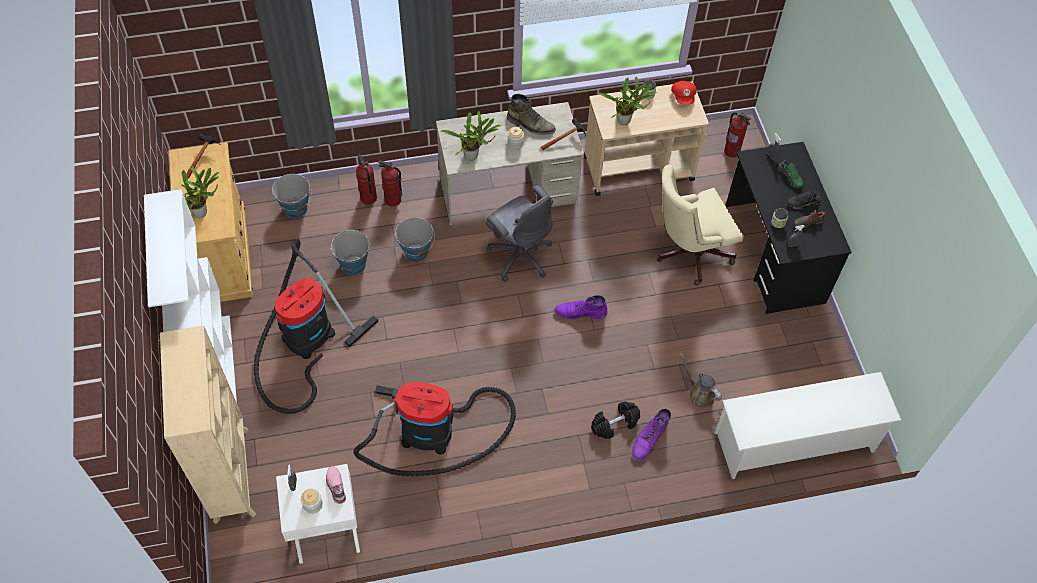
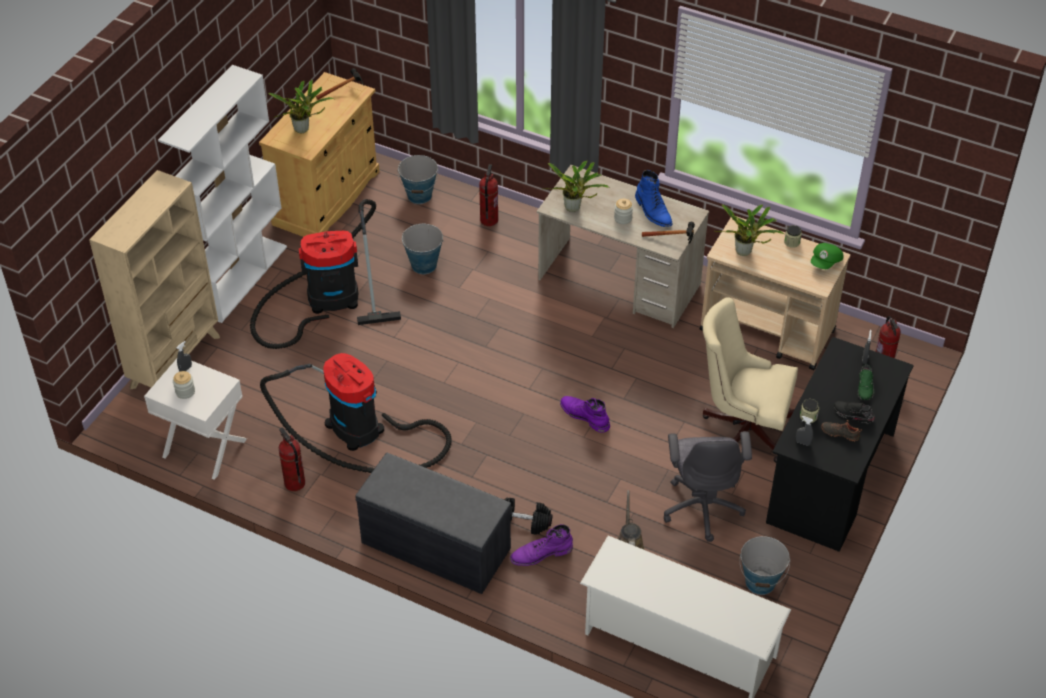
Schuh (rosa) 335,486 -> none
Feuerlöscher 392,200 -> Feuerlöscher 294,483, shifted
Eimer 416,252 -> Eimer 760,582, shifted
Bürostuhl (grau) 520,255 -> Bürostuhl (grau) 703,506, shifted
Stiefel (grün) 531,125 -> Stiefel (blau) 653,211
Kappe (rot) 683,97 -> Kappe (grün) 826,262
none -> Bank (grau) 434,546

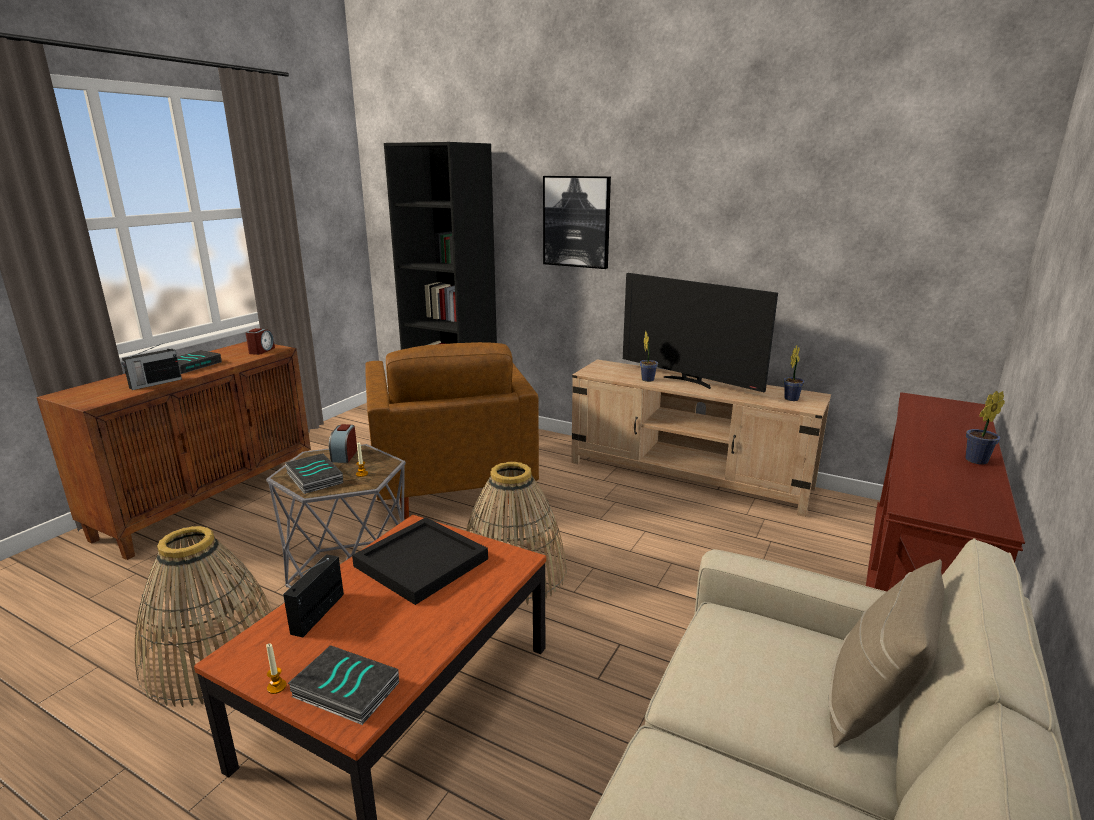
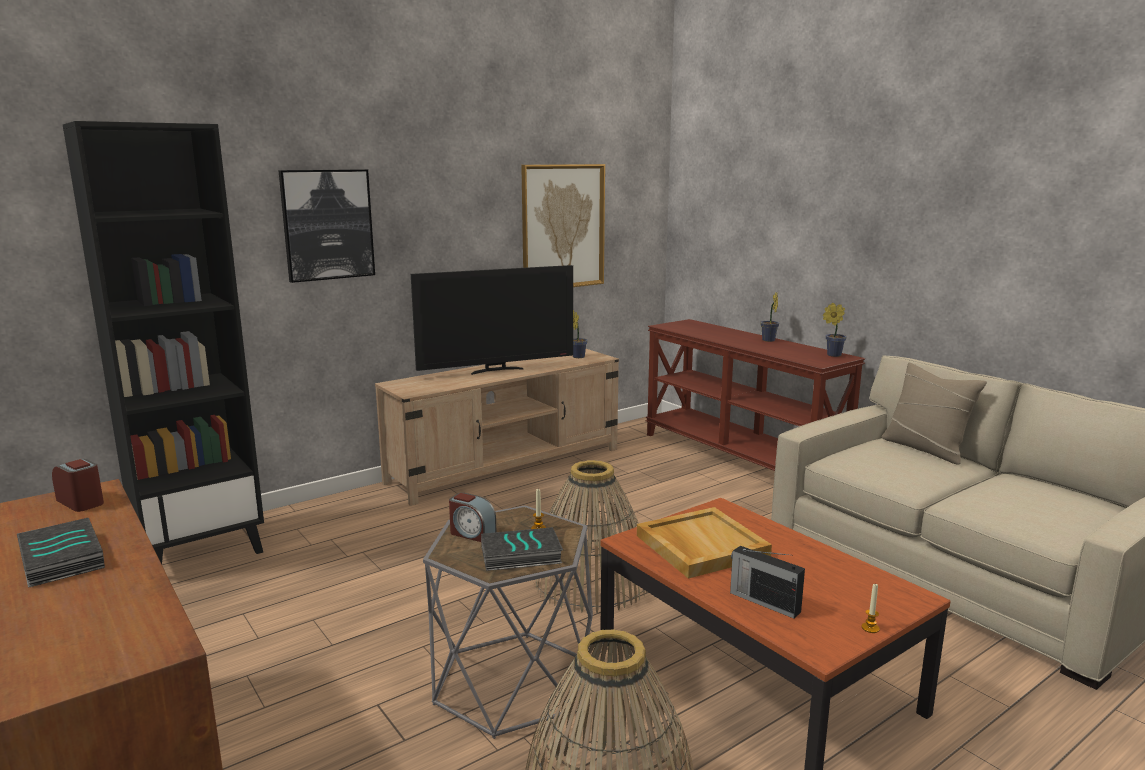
Radio 154,383 -> none
Buch 344,690 -> none
Tablett (schwarz) 421,562 -> Tablett (beige) 700,546
Sessel (braun) 450,482 -> none
Topfpflanze 647,379 -> Topfpflanze 832,355, shifted
none -> Bild 563,227

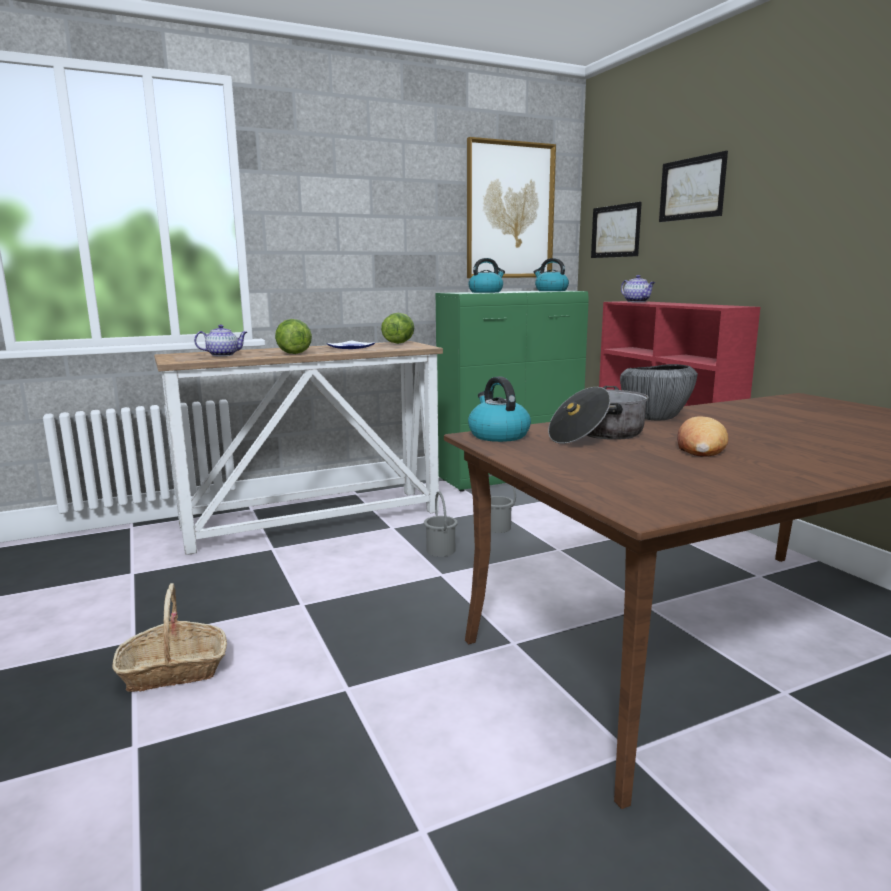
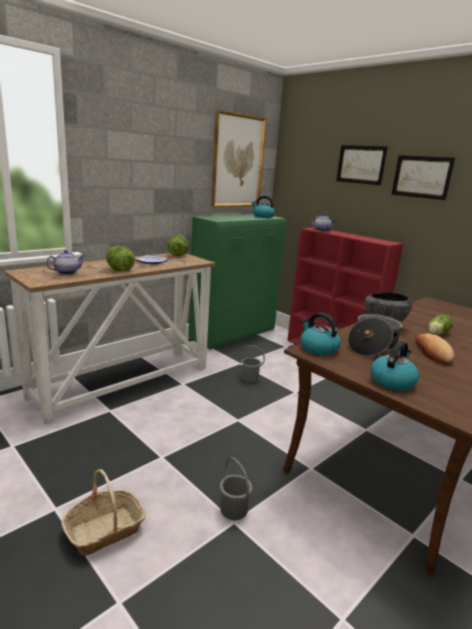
Eimer (grau) 440,551 -> Eimer (grau) 233,509, shifted
Wasserkessel 486,292 -> Wasserkessel 392,381, shifted
Bild 615,231 -> Bild 421,177, shifted
none -> Salatkopf 436,334

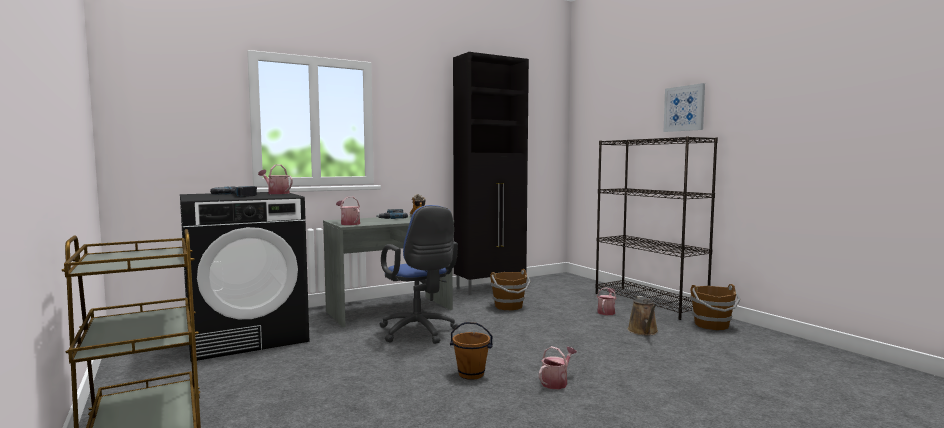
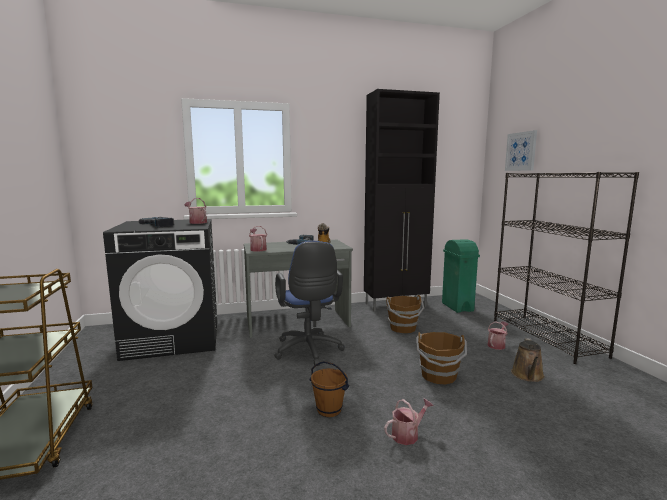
Bild 684,108 -> Bild 521,151, shifted
Eimer (braun) 712,325 -> Eimer (braun) 439,376, shifted
none -> Mülleimer (grün) 457,307

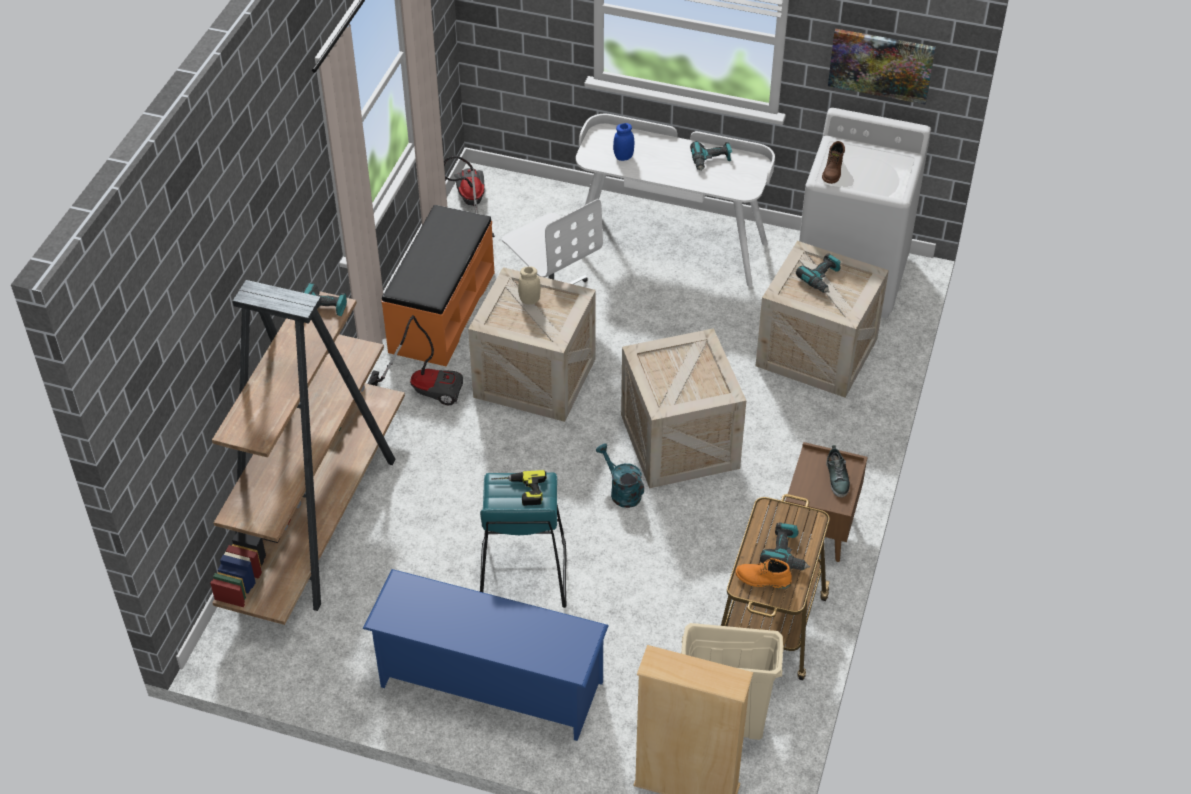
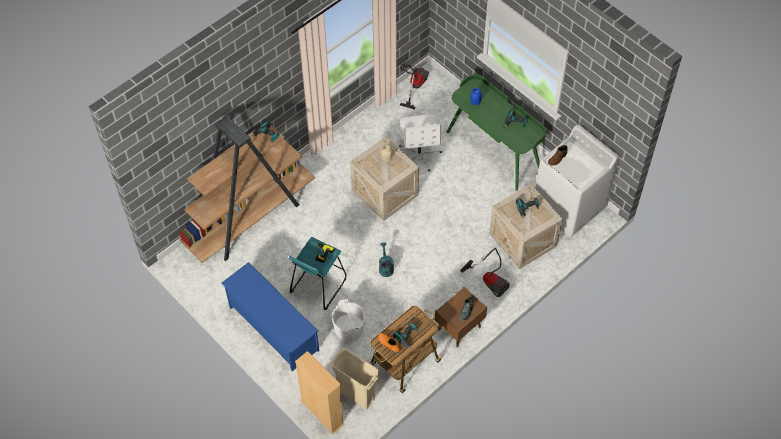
Staubsauger 424,388 -> Staubsauger 489,280, shifted
Bank (orange) 441,311 -> none
Schreibtisch (weiß) 670,244 -> Schreibtisch (grün) 494,150
Kiste 681,442 -> none
Bild 881,65 -> none
none -> Eimer (weiß) 349,329

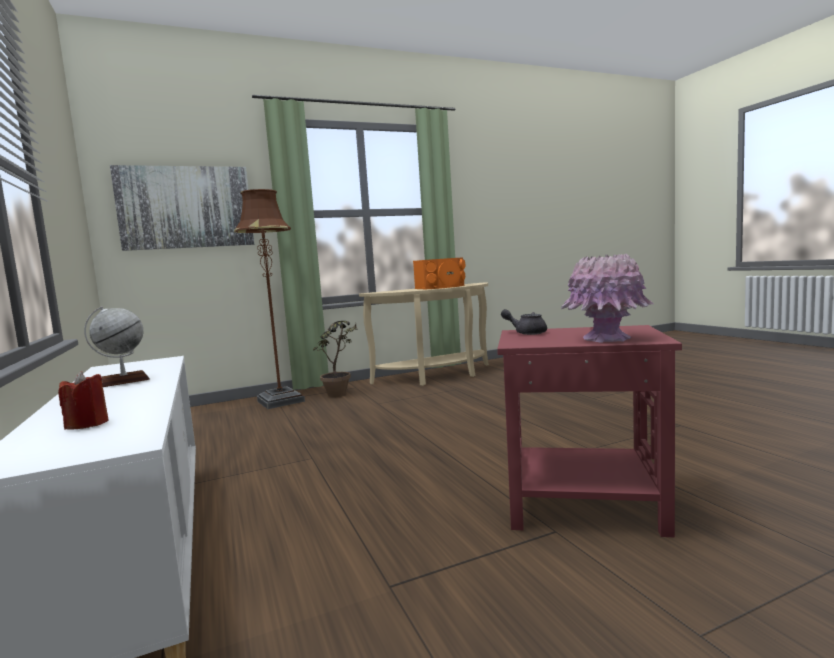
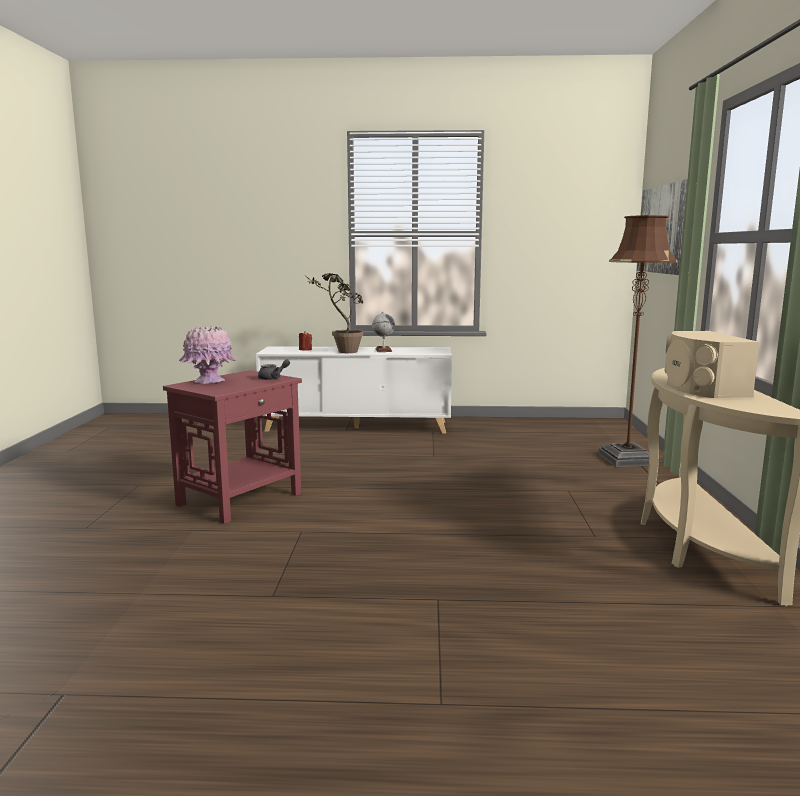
Topfpflanze 341,395 -> Topfpflanze 341,352, shifted
Lautsprecher (orange) 442,287 -> Lautsprecher (beige) 701,388

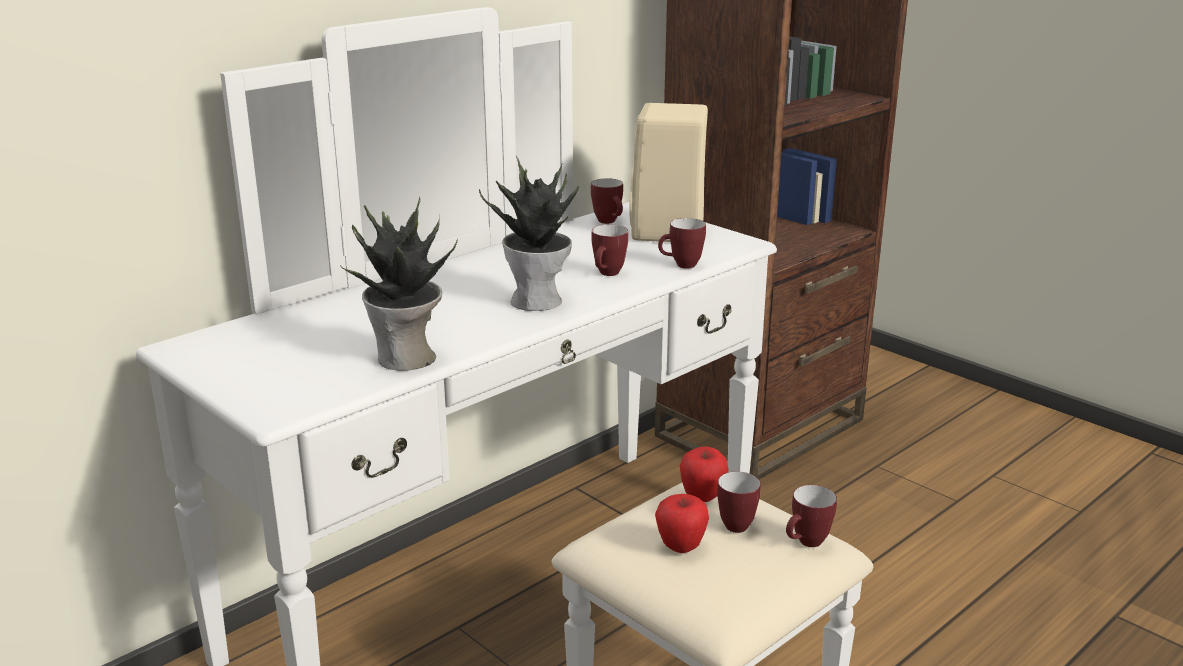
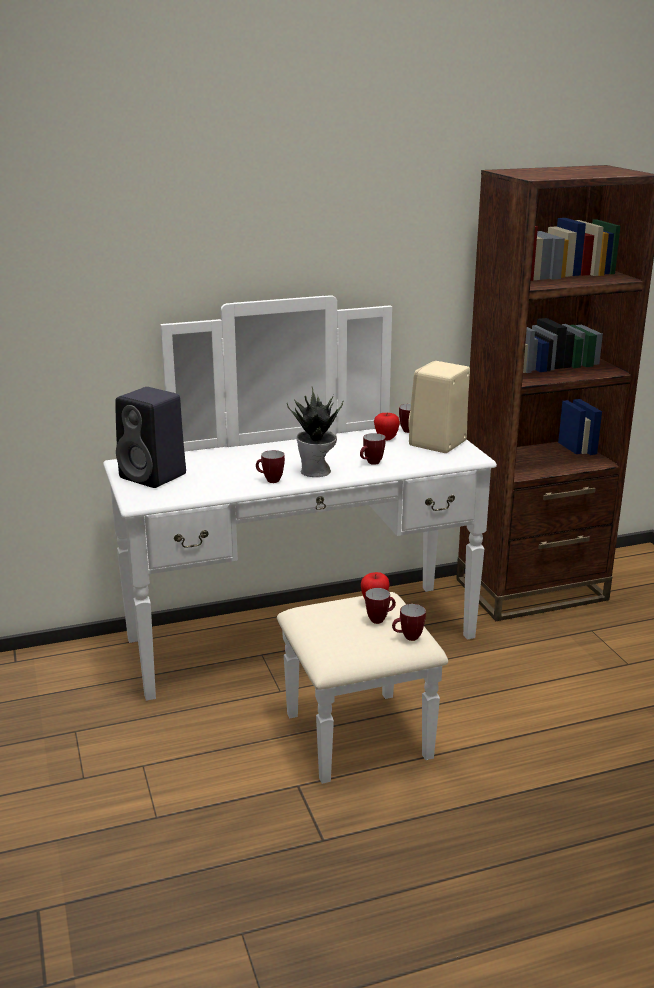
Topfpflanze 406,359 -> none
Apfel 681,547 -> Apfel 386,438, shifted
Henkelbecher 681,266 -> Henkelbecher 270,480, shifted
none -> Lautsprecher (schwarz) 155,476

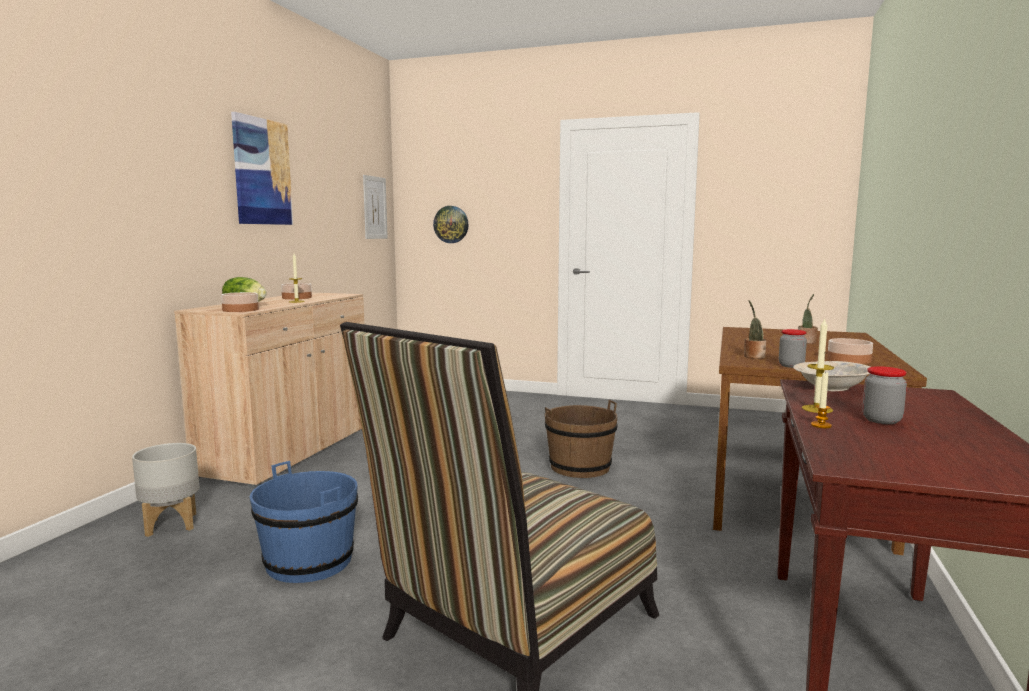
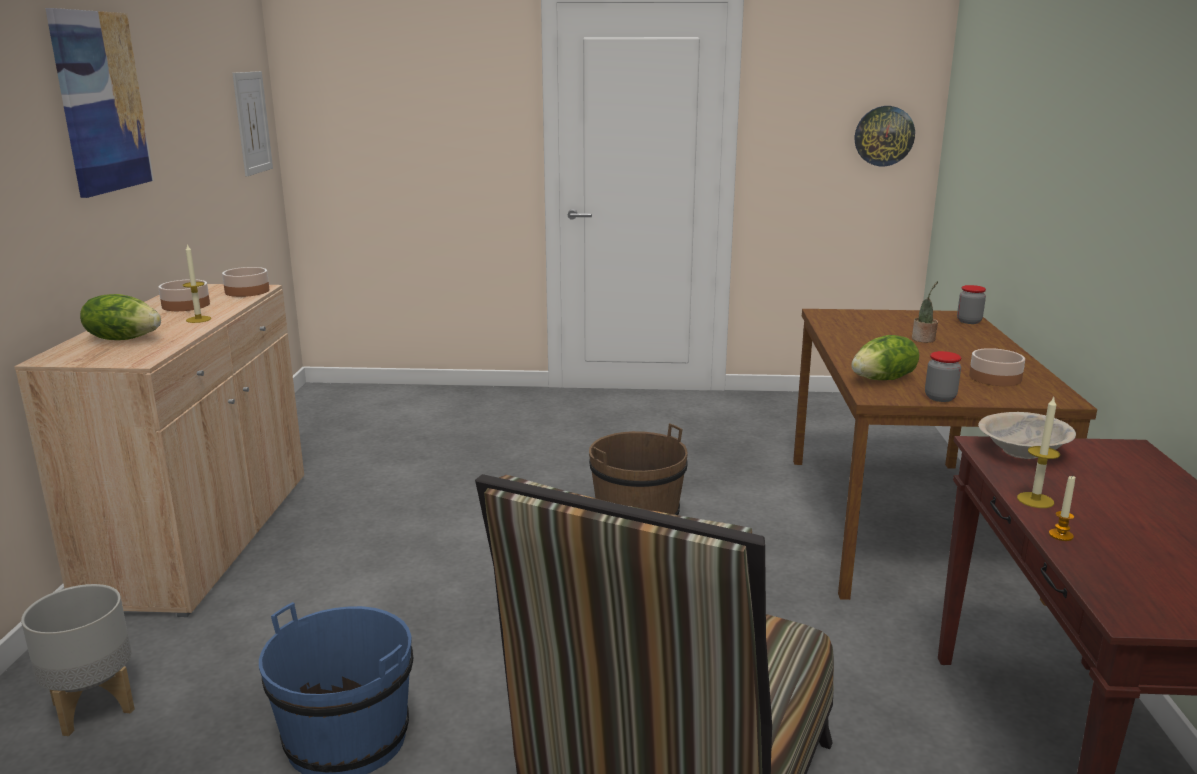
Schüssel 240,310 -> Schüssel 247,291, shifted
Wanduhr 451,224 -> Wanduhr 884,136, shifted
Topfpflanze 753,356 -> Salatkopf 884,379
Vorratsglas 881,420 -> Vorratsglas 969,321, shifted

